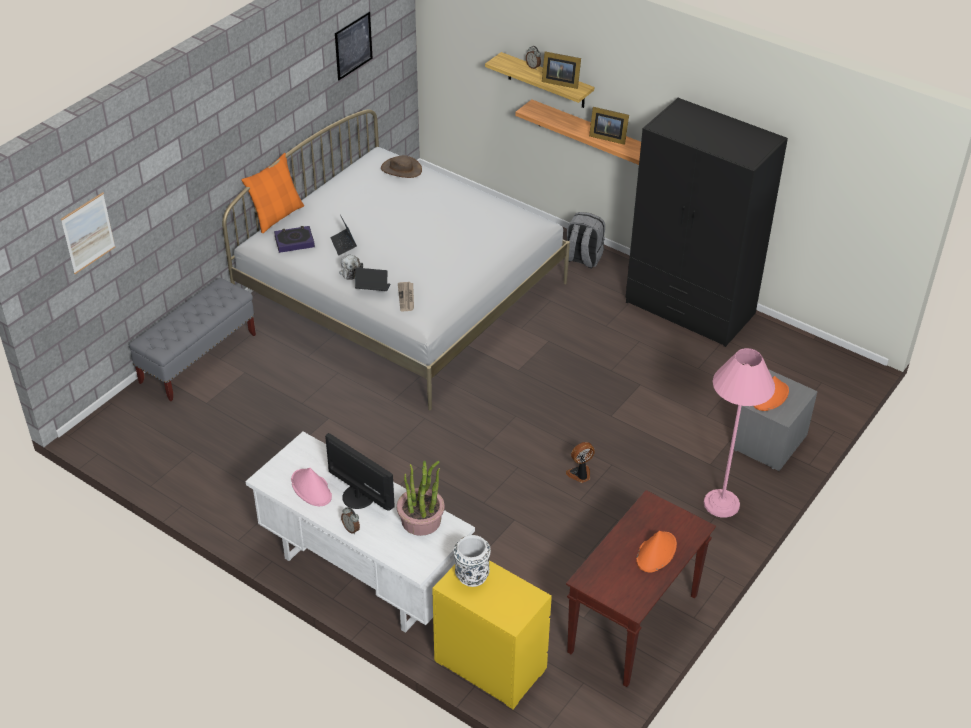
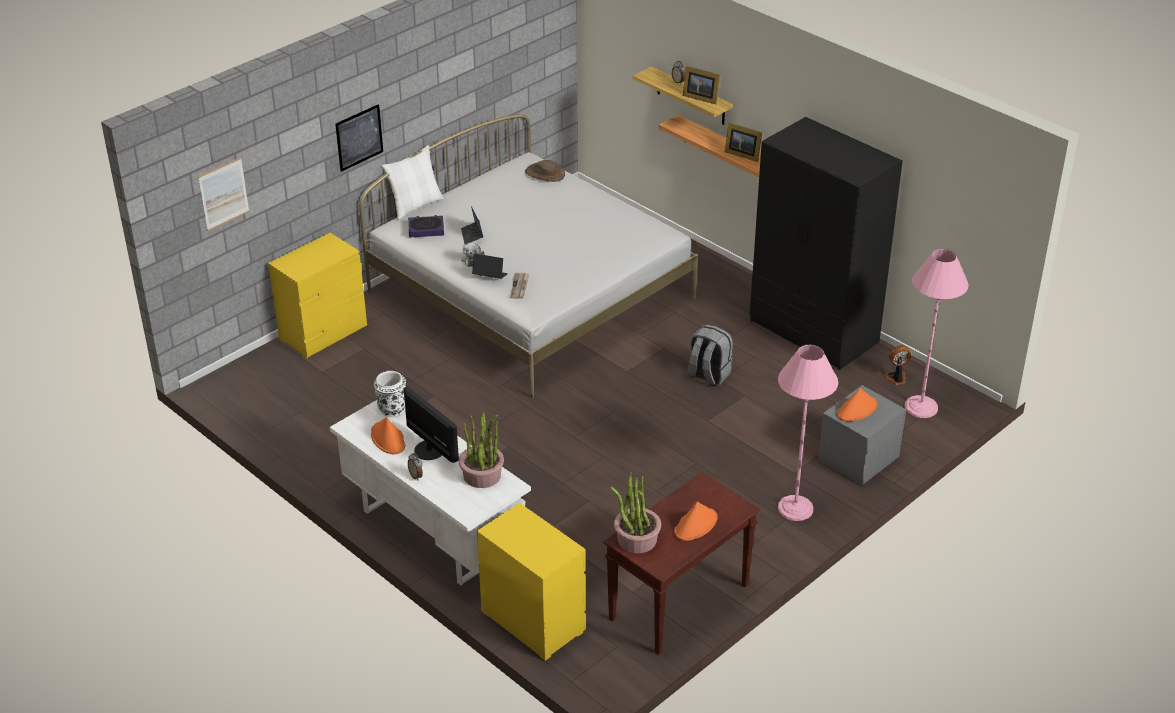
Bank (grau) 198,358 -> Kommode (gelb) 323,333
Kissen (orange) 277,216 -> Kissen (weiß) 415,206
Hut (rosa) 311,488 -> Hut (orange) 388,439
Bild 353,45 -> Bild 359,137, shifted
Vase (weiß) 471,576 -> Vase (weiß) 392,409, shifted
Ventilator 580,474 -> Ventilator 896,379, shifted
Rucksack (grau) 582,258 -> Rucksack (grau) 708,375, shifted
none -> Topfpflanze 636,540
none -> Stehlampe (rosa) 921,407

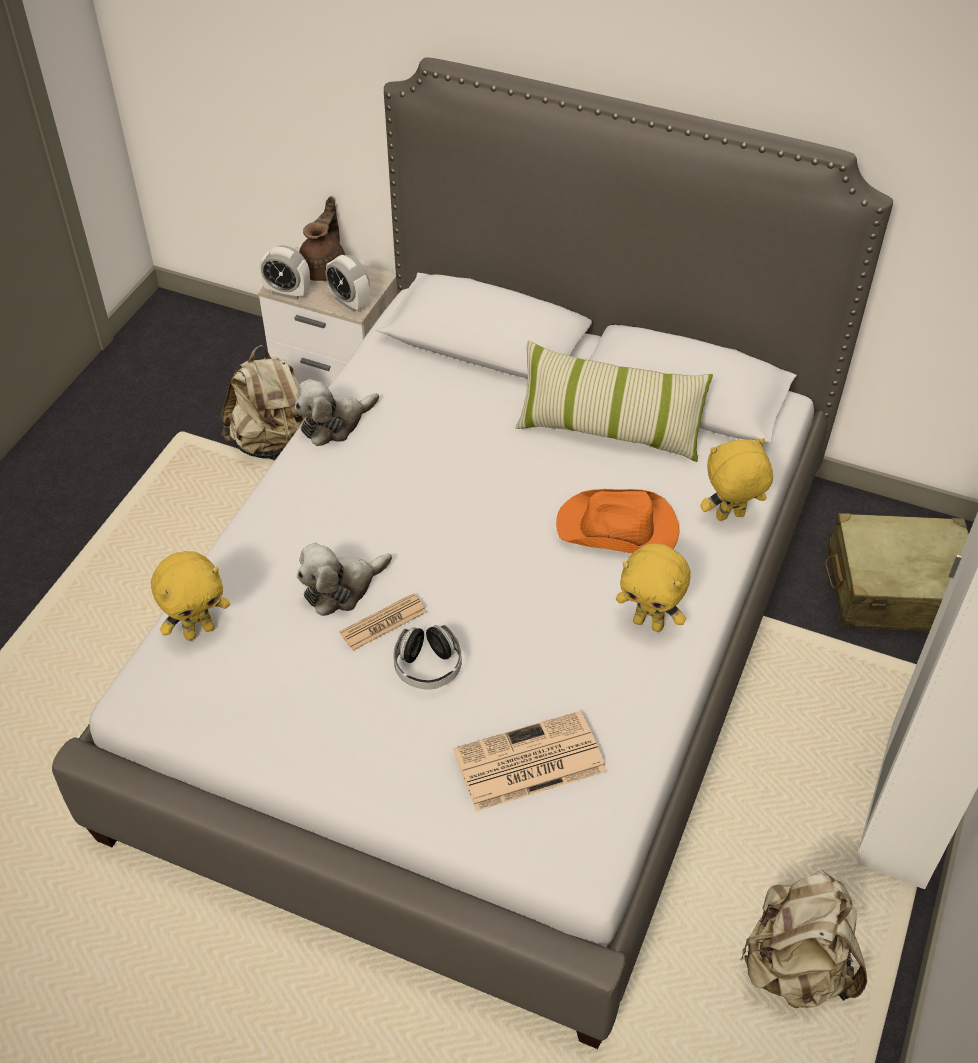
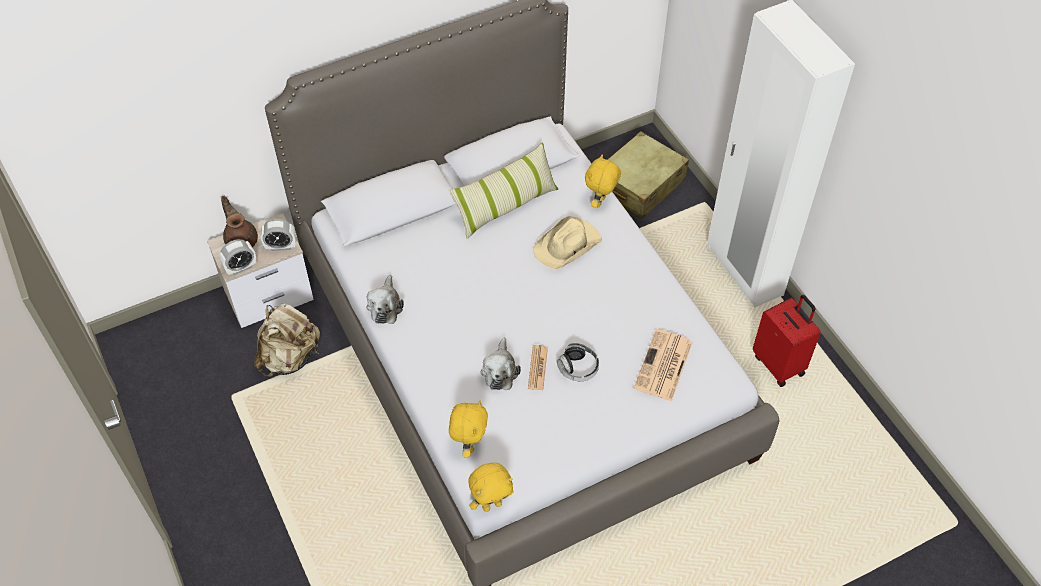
Hut (orange) 618,529 -> Hut (beige) 568,245
Plüschtier (gelb) 649,623 -> Plüschtier (gelb) 492,504, shifted
Rucksack (beige) 796,966 -> Koffer (rot) 779,364

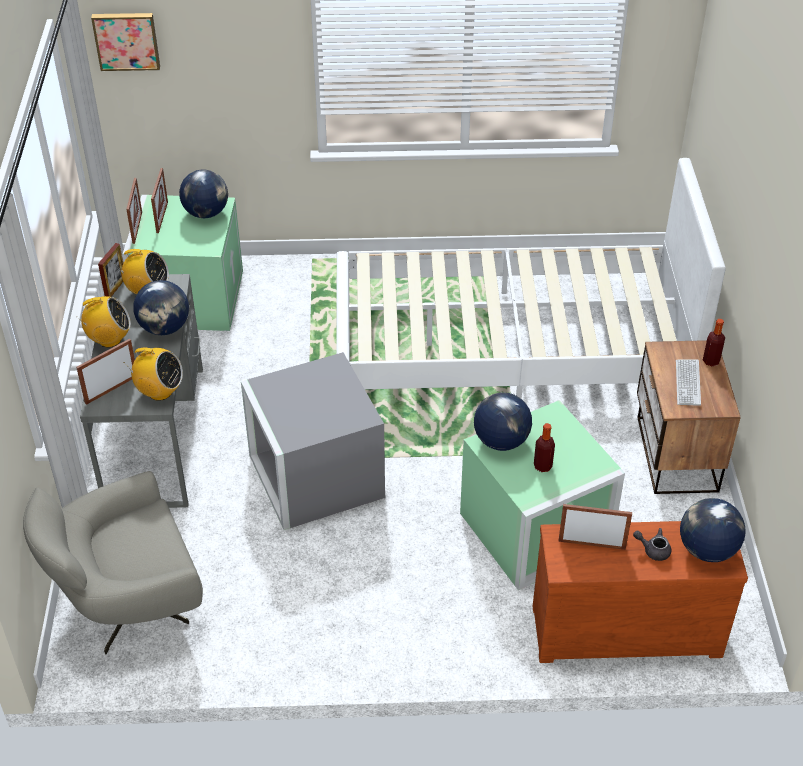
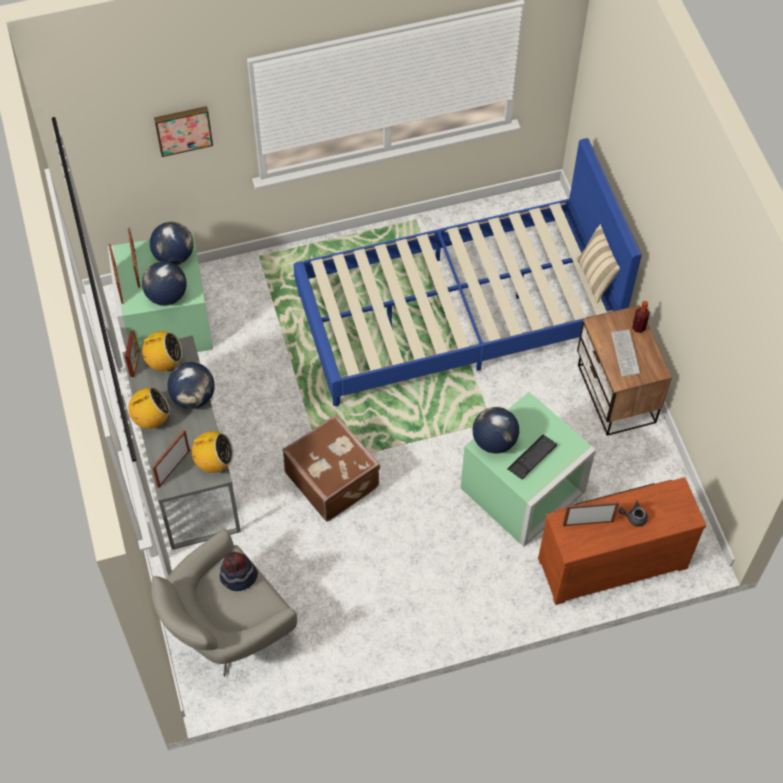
Bild 126,40 -> Bild 183,129, shifted
Aufbewahrungsbox (grau) 314,475 -> Koffer (braun) 333,479
Bett (weiß) 510,347 -> Bett (blau) 457,315
Flasche 542,466 -> Tastatur 532,457
Globus 707,550 -> Globus 166,296, shifted
none -> Hut 238,576
none -> Kissen (beige) 597,278

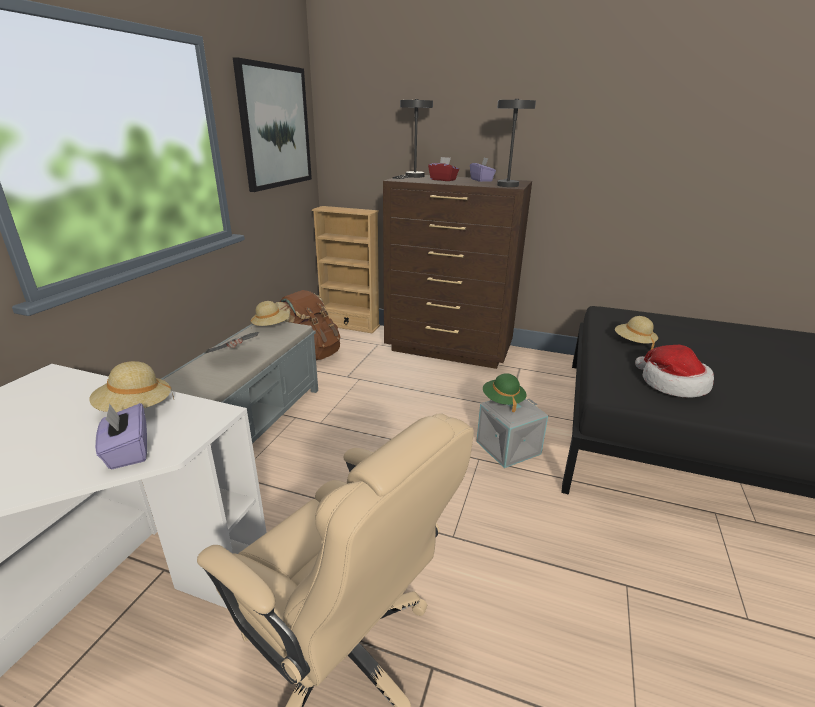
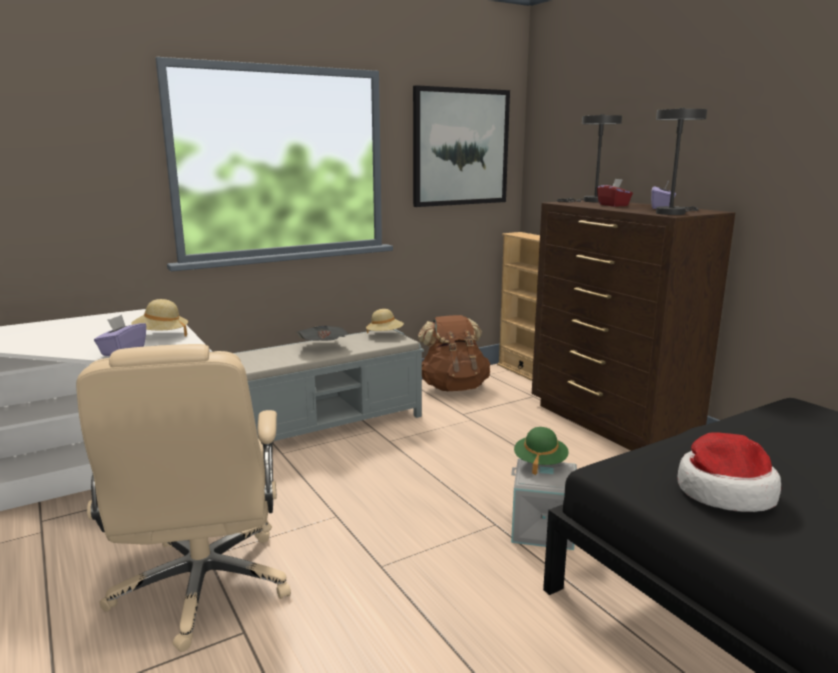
Hut (beige) 633,342 -> none

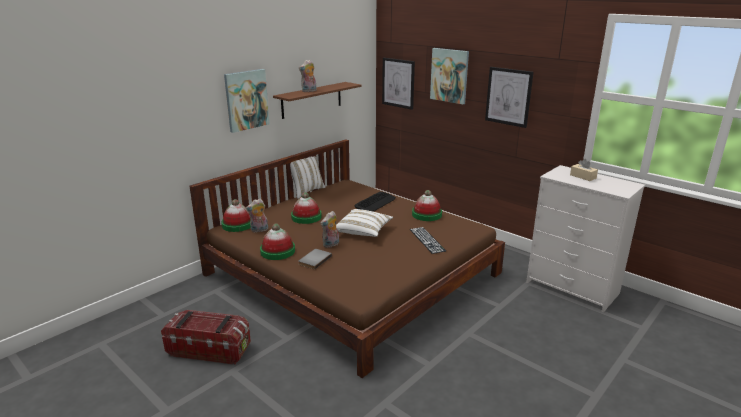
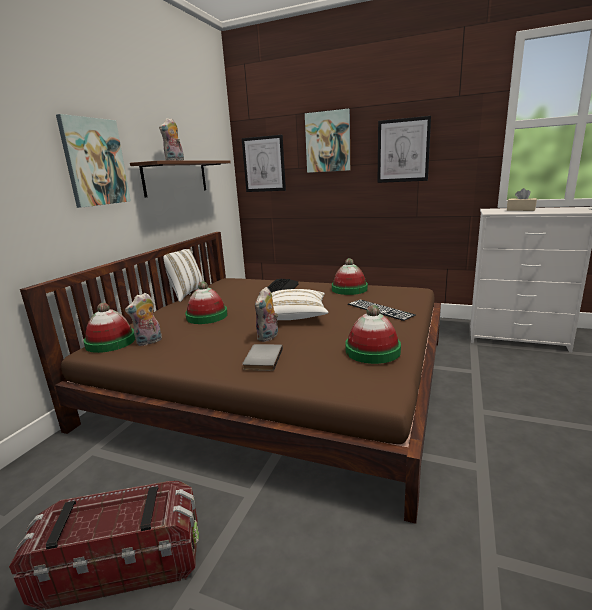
Hut 277,251 -> Hut 372,351, shifted

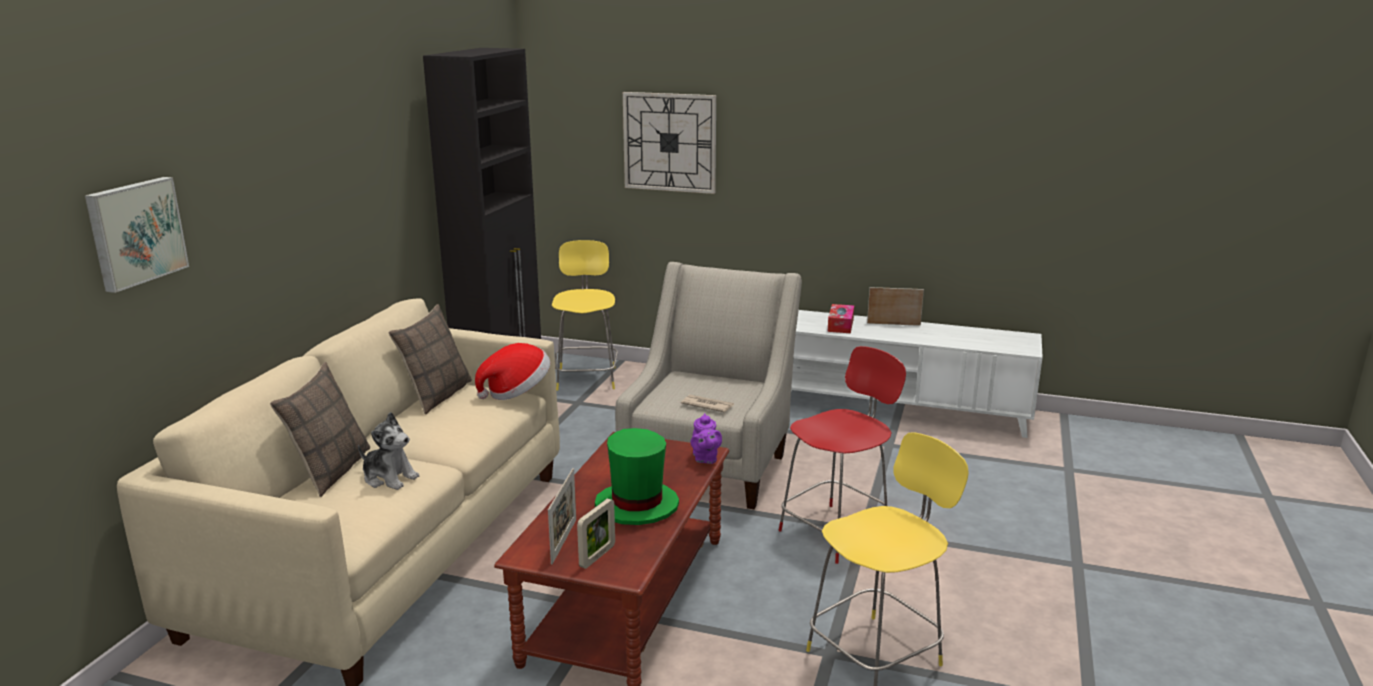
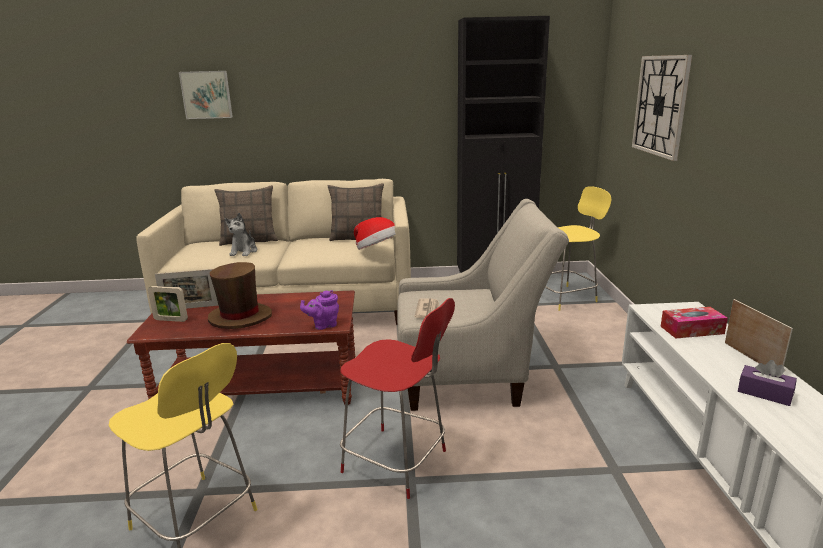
Hut (grün) 636,506 -> Hut (braun) 240,317
none -> Taschentuchbox (lila) 764,393

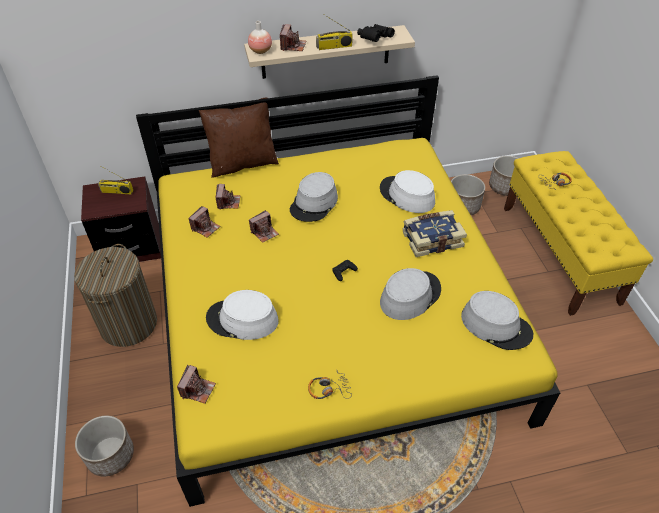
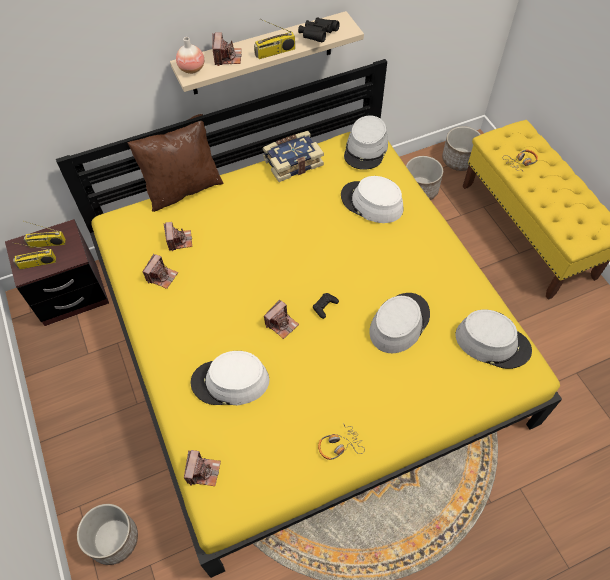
Wäschekorb 128,324 -> none
Kamera 264,232 -> Kamera 281,324, shifted
Hut (grau) 314,203 -> Hut (grau) 366,149, shifted
Buch 432,239 -> Buch 292,162, shifted
none -> Radio 37,264

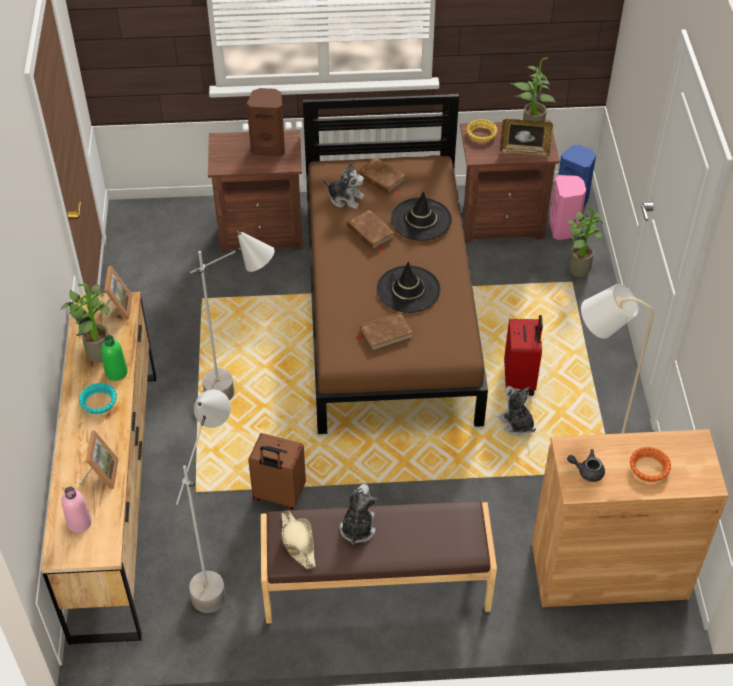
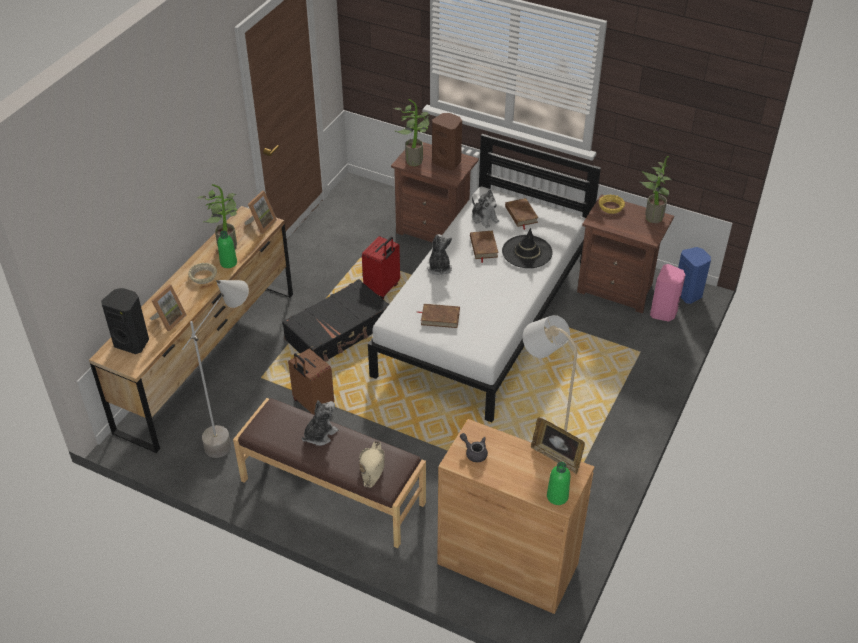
Flasche (rosa) 79,522 -> Lautsprecher (schwarz) 132,342
Schüssel (türkis) 99,402 -> Schüssel (beige) 203,276
Stehlampe (grau) 244,397 -> Koffer (schwarz) 339,331
Hut (beige) 298,542 -> Hut (beige) 372,466, shifted
Bett (braun) 390,310 -> Bett (weiß) 485,317
Hut (schwarz) 408,289 -> none
Plüschtier 516,423 -> Plüschtier 439,268, shifted
Bilderrahmen 524,151 -> Bilderrahmen 556,457, shifted
Koffer (rot) 520,380 -> Koffer (rot) 382,289, shifted
Topfpflanze 577,267 -> Topfpflanze 414,159, shifted
Schüssel (orange) 649,468 -> none
none -> Flasche (grün) 557,496

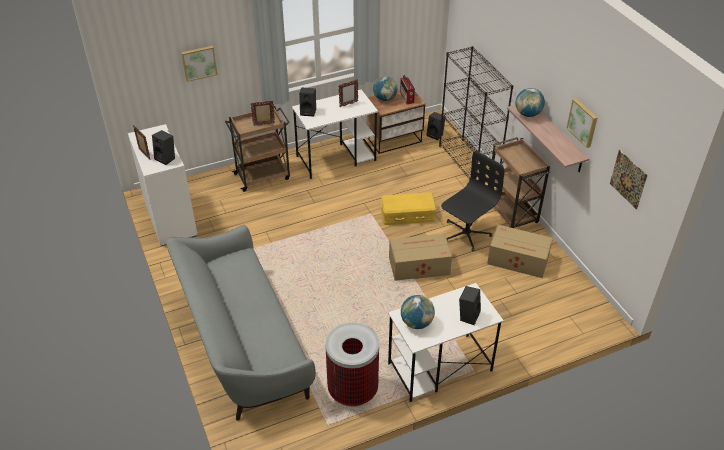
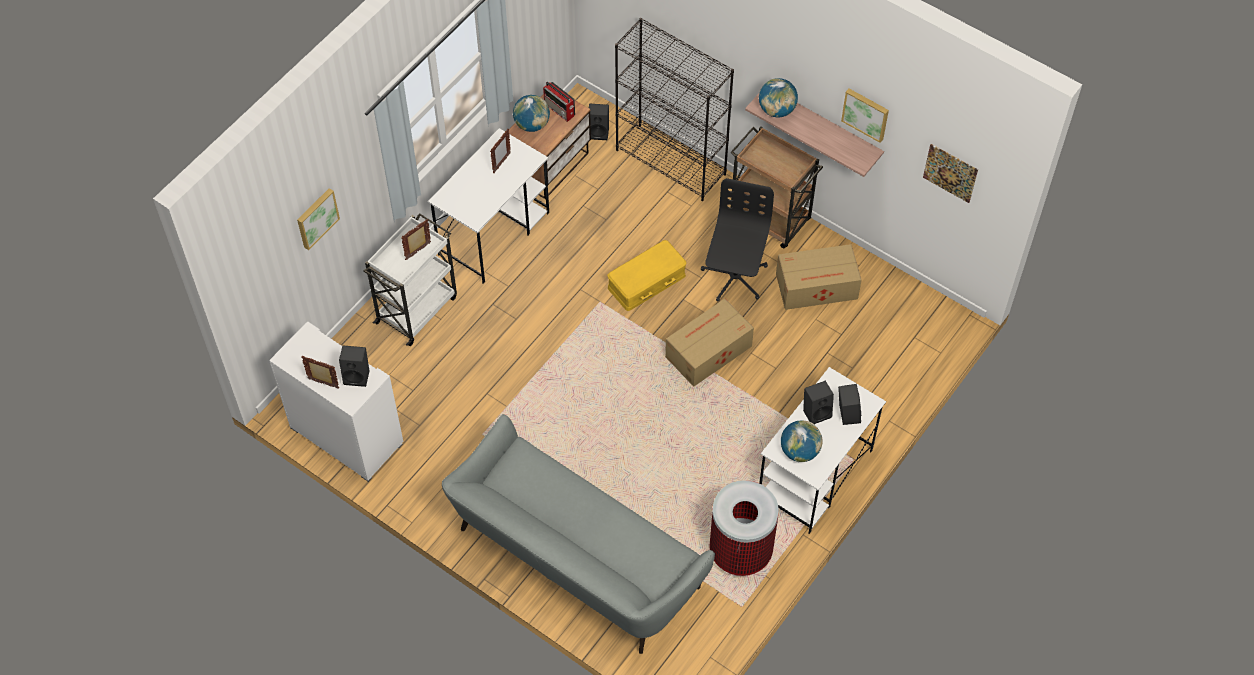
Rollwagen (braun) 263,176 -> Rollwagen (weiß) 417,308
Lautsprecher (schwarz) 309,112 -> Lautsprecher (schwarz) 816,412, shifted

